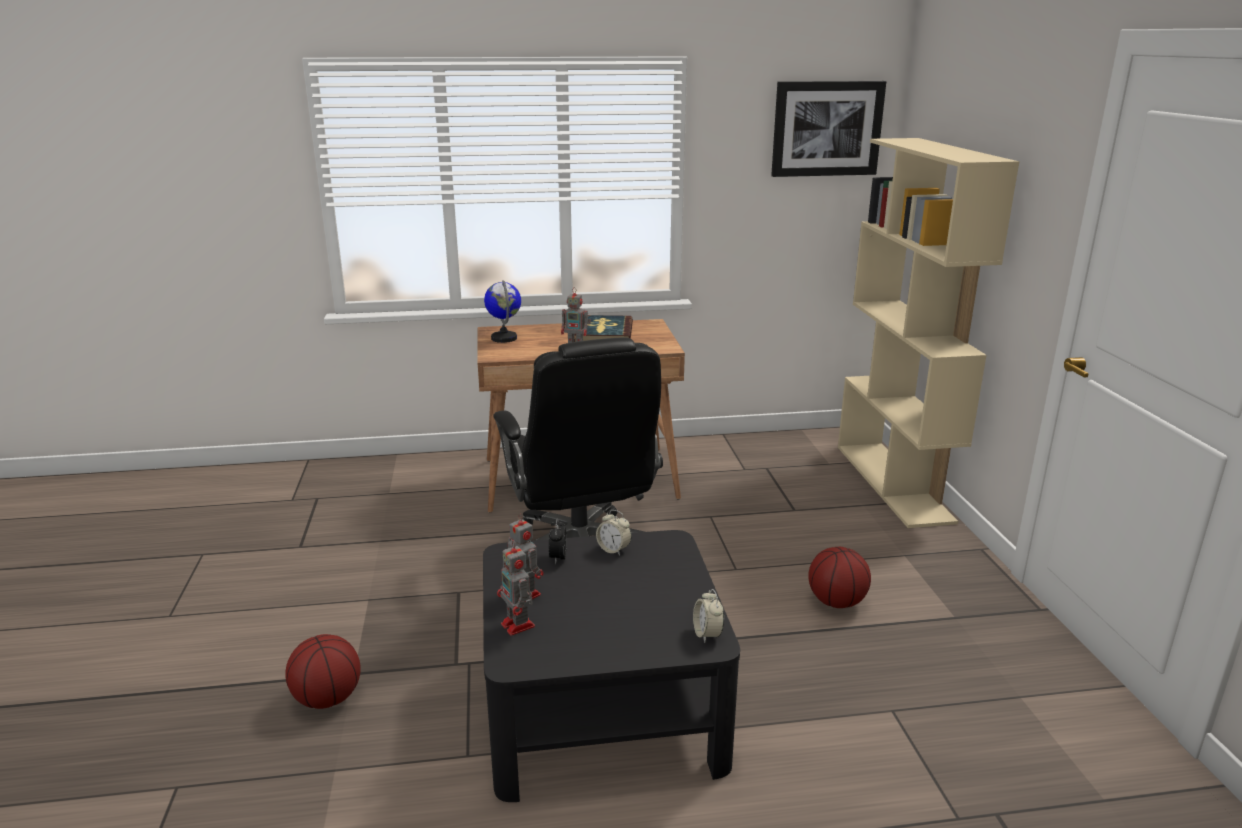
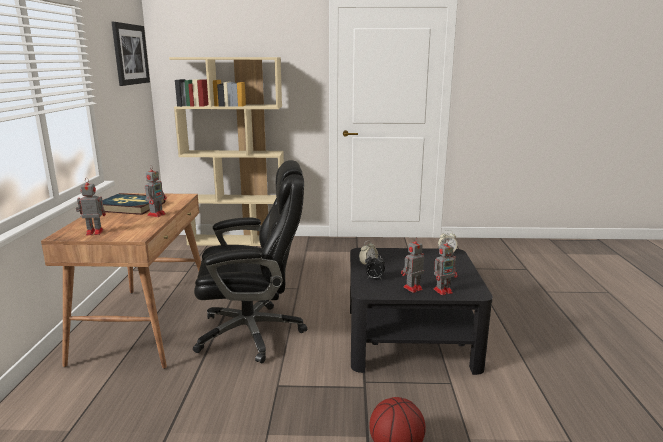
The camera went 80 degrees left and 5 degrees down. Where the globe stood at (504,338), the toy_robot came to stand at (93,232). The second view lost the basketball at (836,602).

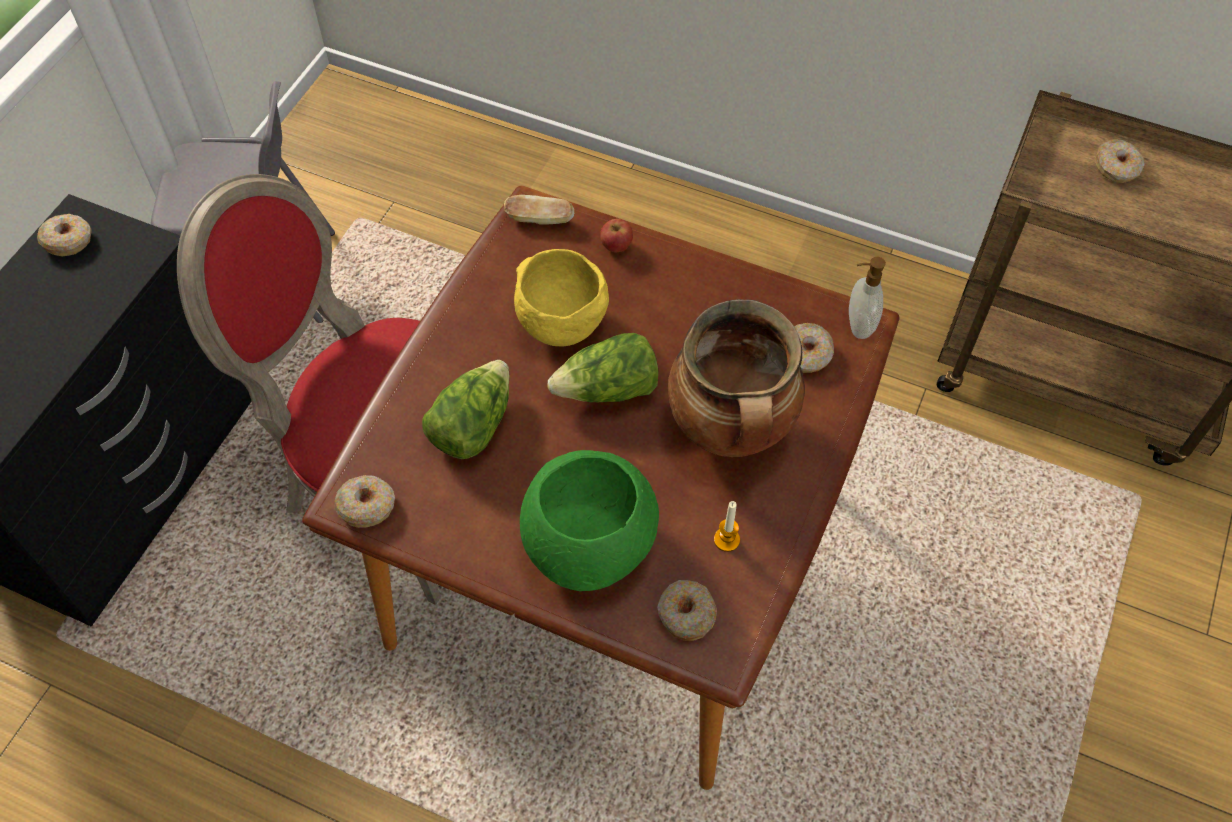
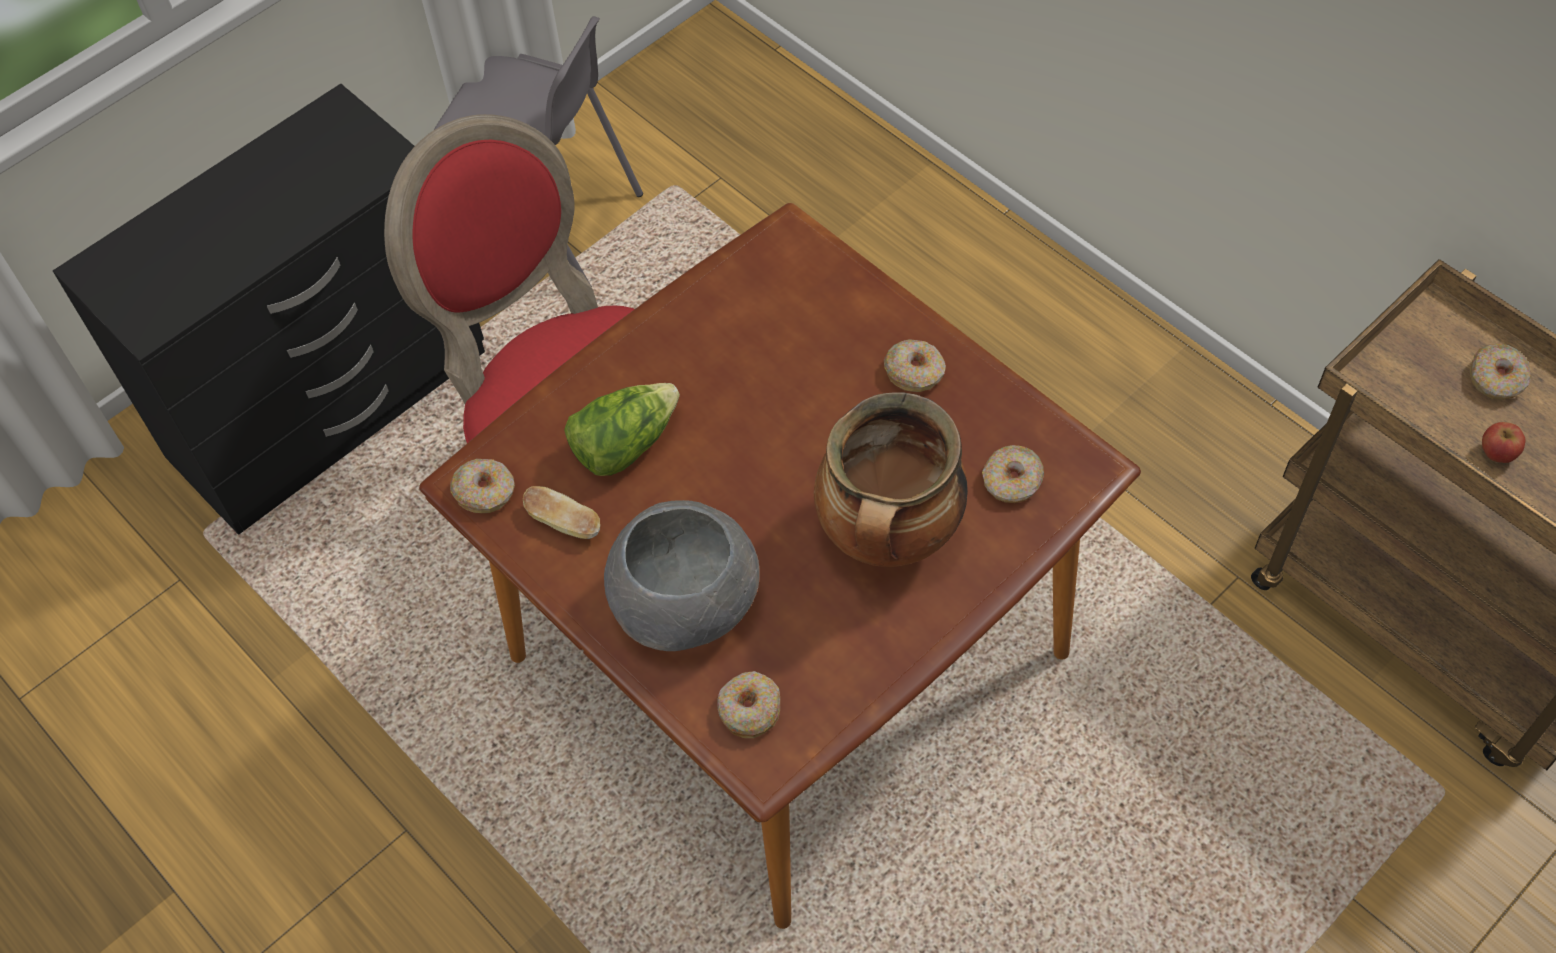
The camera went 25 degrees right and 0 degrees up. The donut ended up elsewhere, having gone from (69,240) to (915,372). The bread ended up elsewhere, having gone from (539,219) to (564,522). The second view lost the yellow_bowl at (559,323). What was the green_bowl at (590,542) turned into the grey_bowl at (687,603). The second view lost the lettuce at (608,390). The apple ended up elsewhere, having gone from (616,246) to (1497,453). The second view lost the candle at (726,540). The second view lost the soap_dispenser at (858,325).

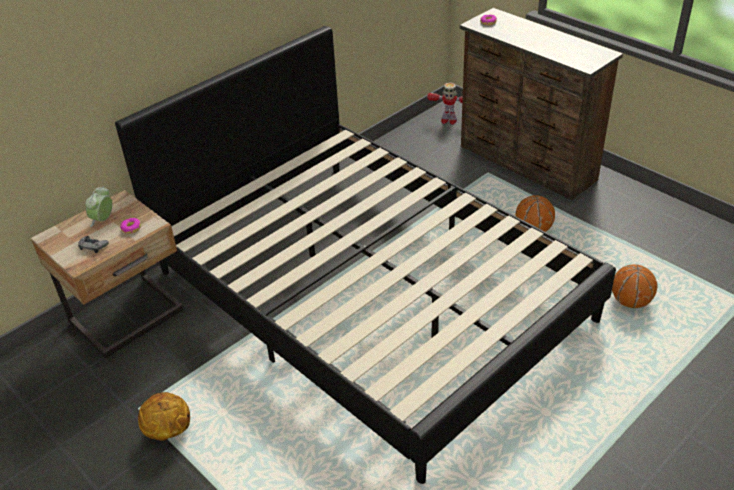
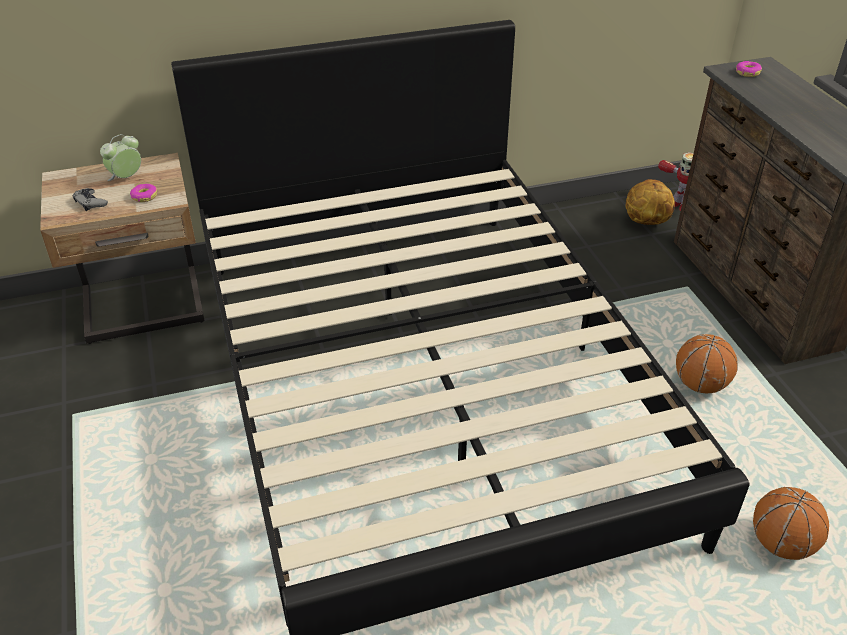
The camera went 25 degrees right and 0 degrees up. The basketball ended up elsewhere, having gone from (168,431) to (645,222).

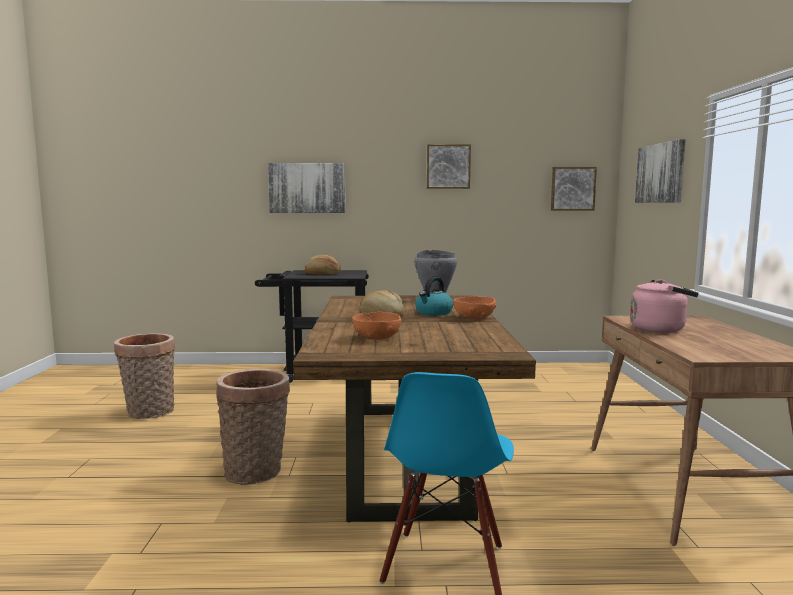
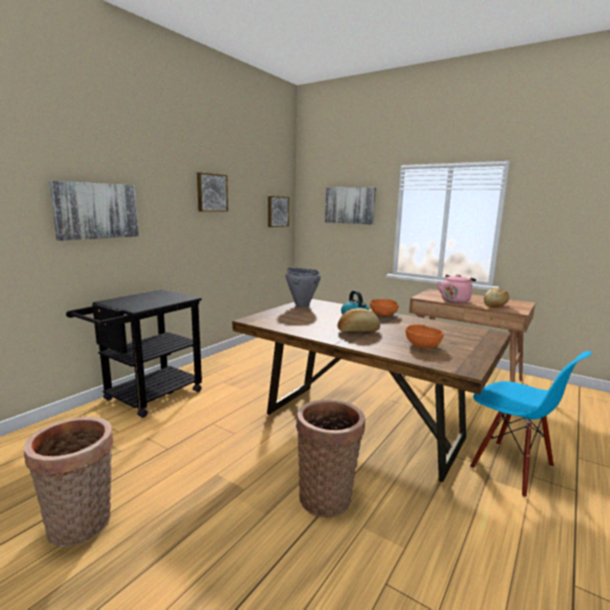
The camera went 55 degrees left and 5 degrees up. The bread ended up elsewhere, having gone from (322,274) to (494,305).

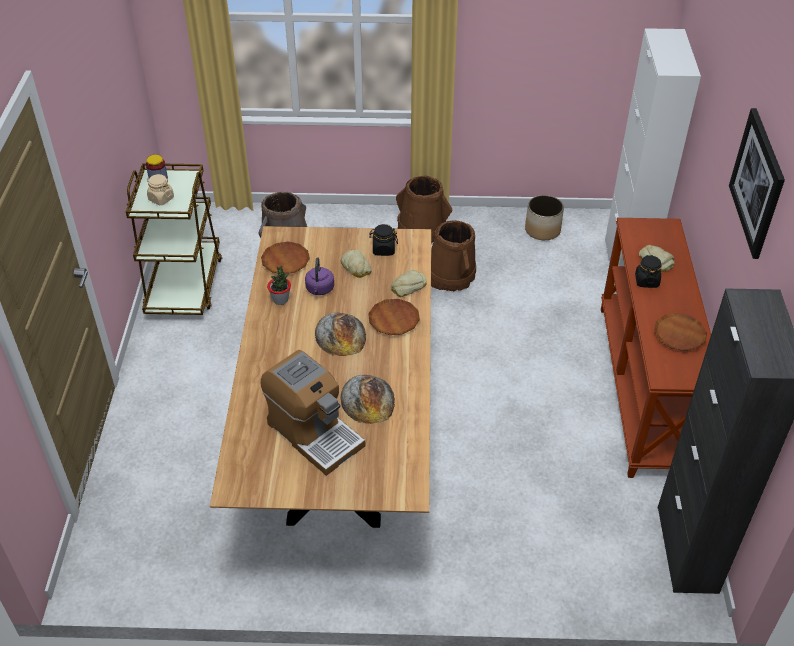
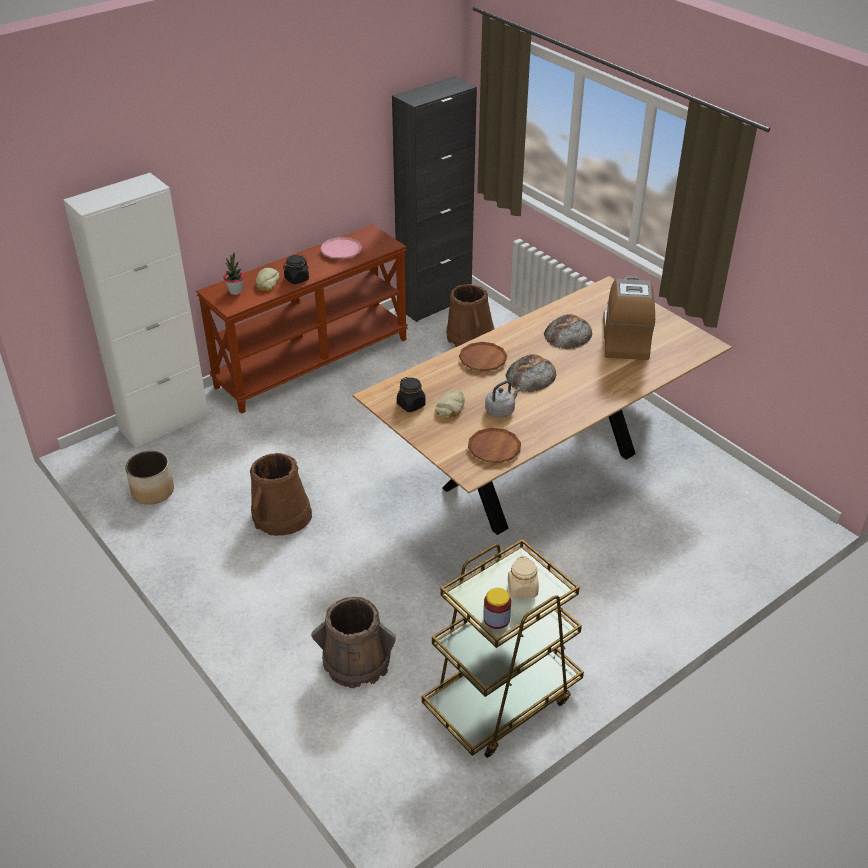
The camera went 130 degrees left and 5 degrees down. The potted_plant ended up elsewhere, having gone from (280,300) to (236,291). What was the purple_kettle at (319,290) turned into the grey_kettle at (501,410). The second view lost the bread at (407,286). The brown_bucket ended up elsewhere, having gone from (422,230) to (470,337). What was the brown_plate at (679,335) turned into the pink_plate at (341,251). The second view lost the picture at (758,183).

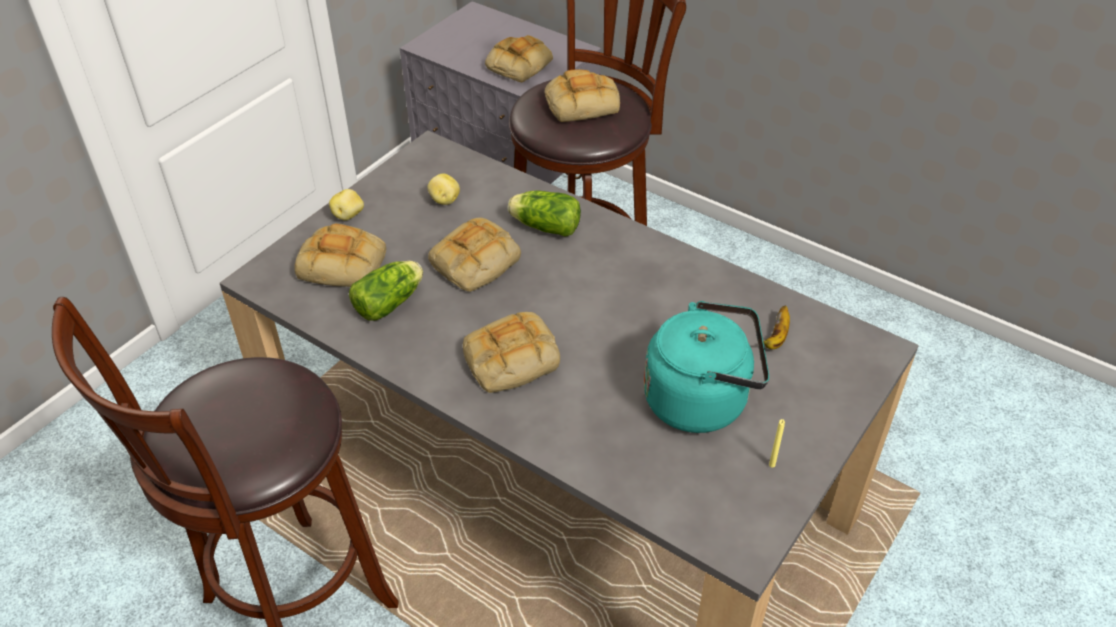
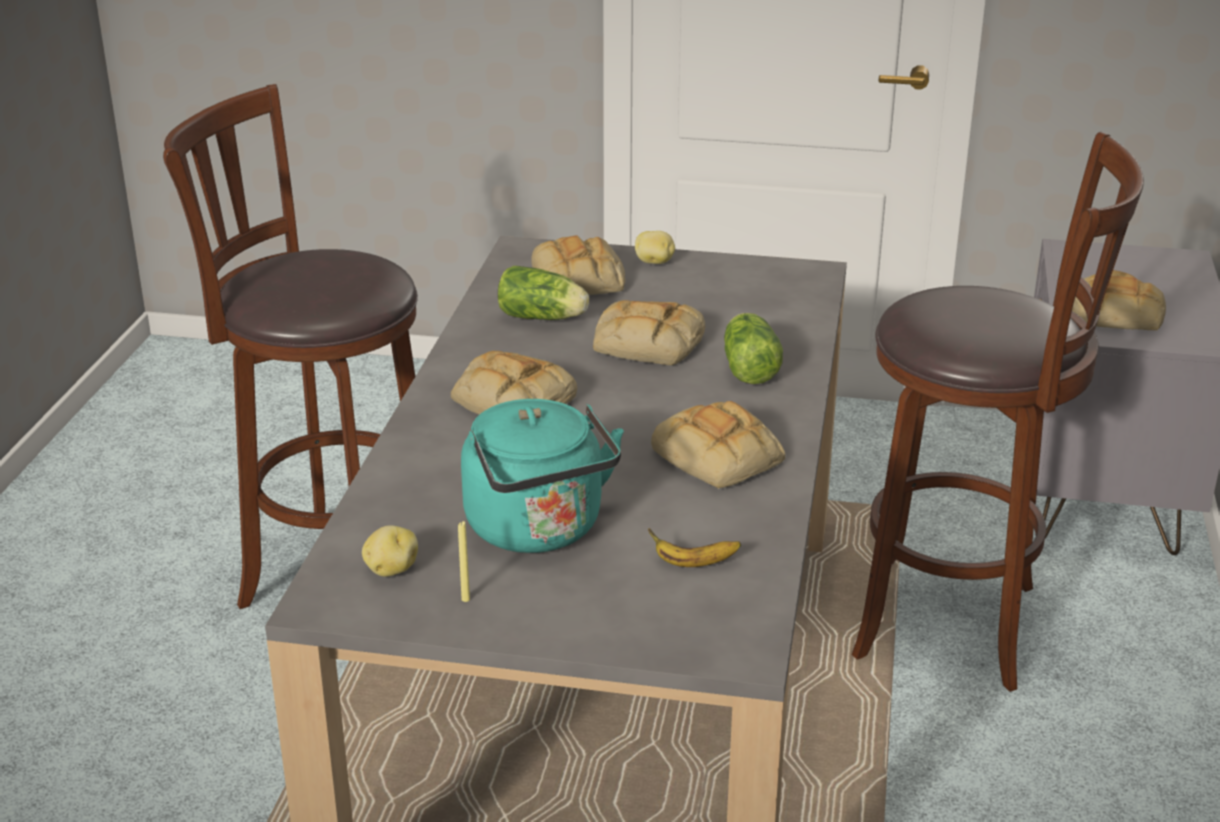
The camera went 65 degrees right and 15 degrees down. The potato ended up elsewhere, having gone from (444,200) to (391,569). The bread ended up elsewhere, having gone from (582,103) to (721,457).

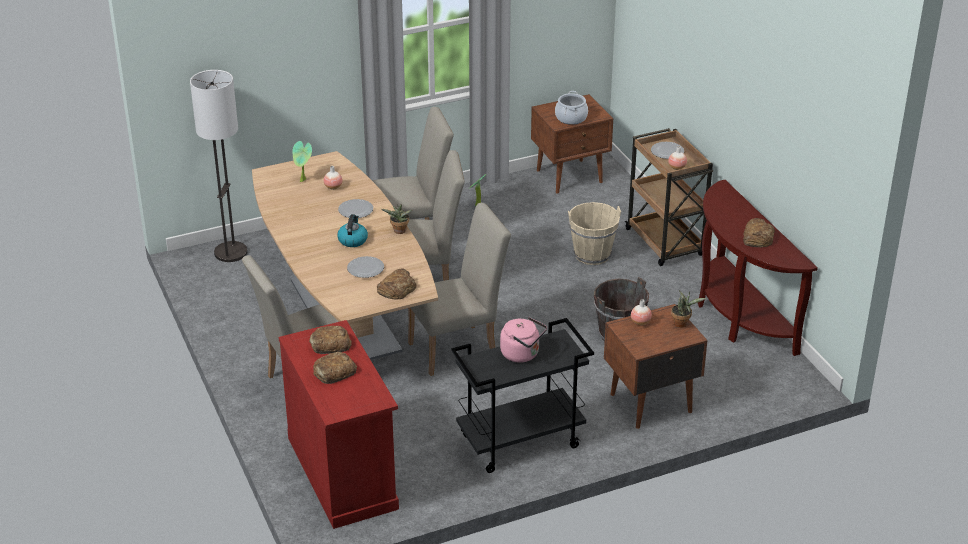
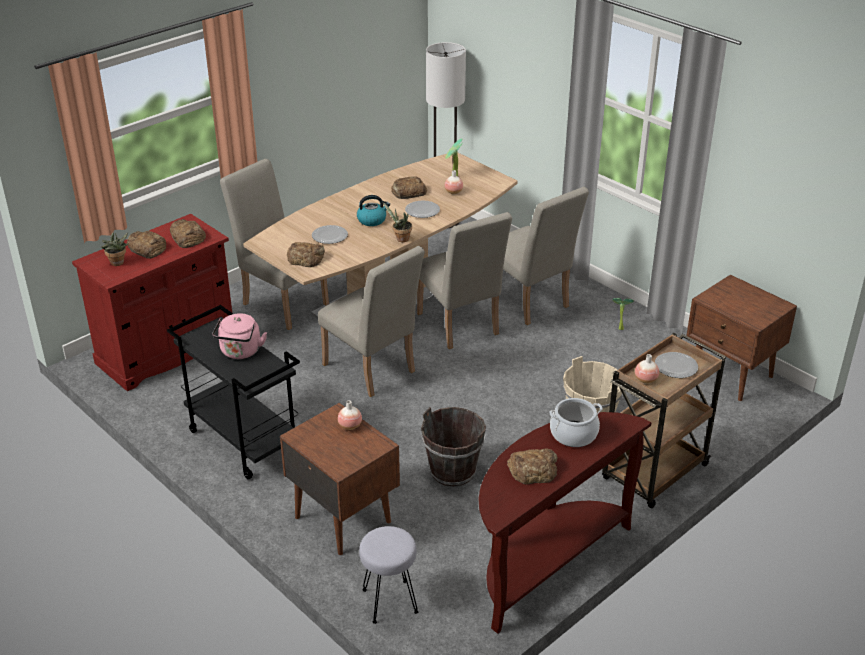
The camera went 70 degrees right and 0 degrees up. The cooking_pot ended up elsewhere, having gone from (571,118) to (573,434). The potted_plant ended up elsewhere, having gone from (682,323) to (118,263). The second view gained the grey_stool at (389,601). The second view gained the bread at (408,192).

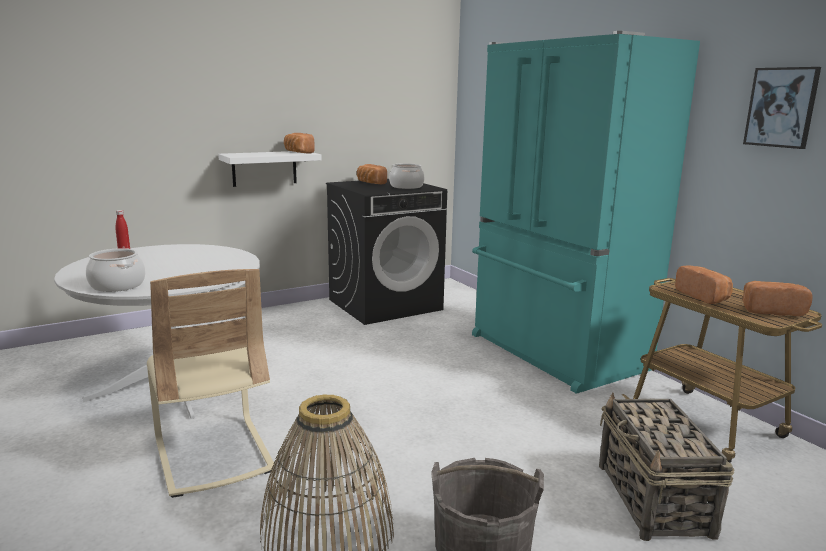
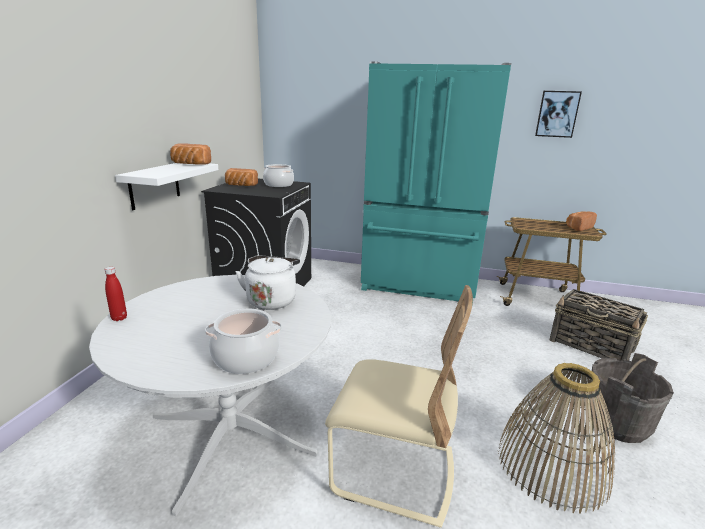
The camera went 45 degrees left and 5 degrees up. The second view lost the bread at (704,296). The second view gained the white_kettle at (272,300).

